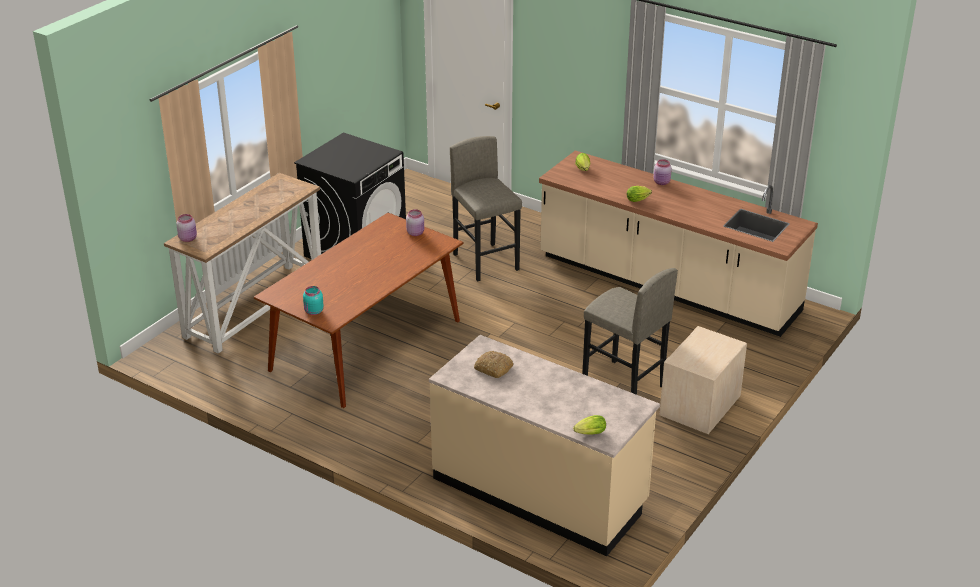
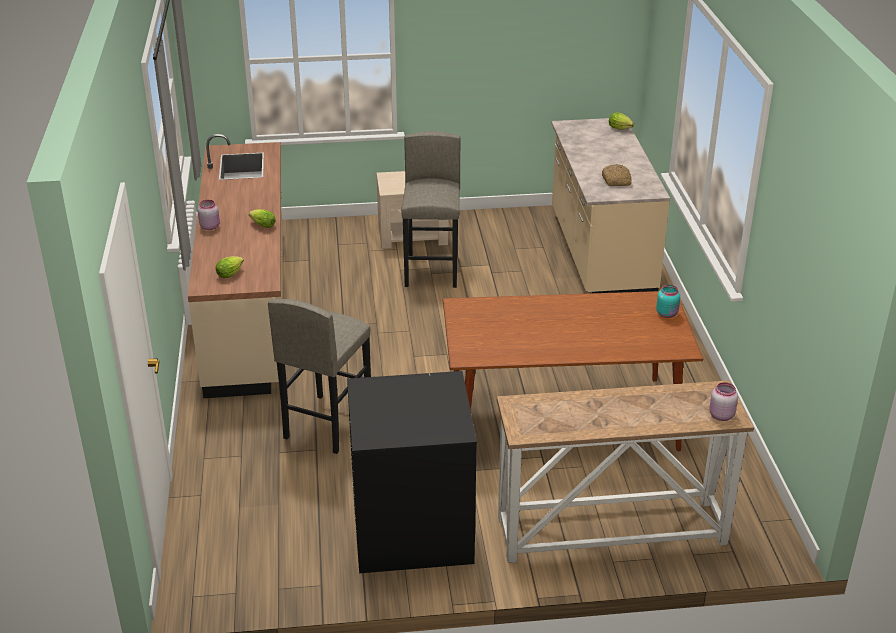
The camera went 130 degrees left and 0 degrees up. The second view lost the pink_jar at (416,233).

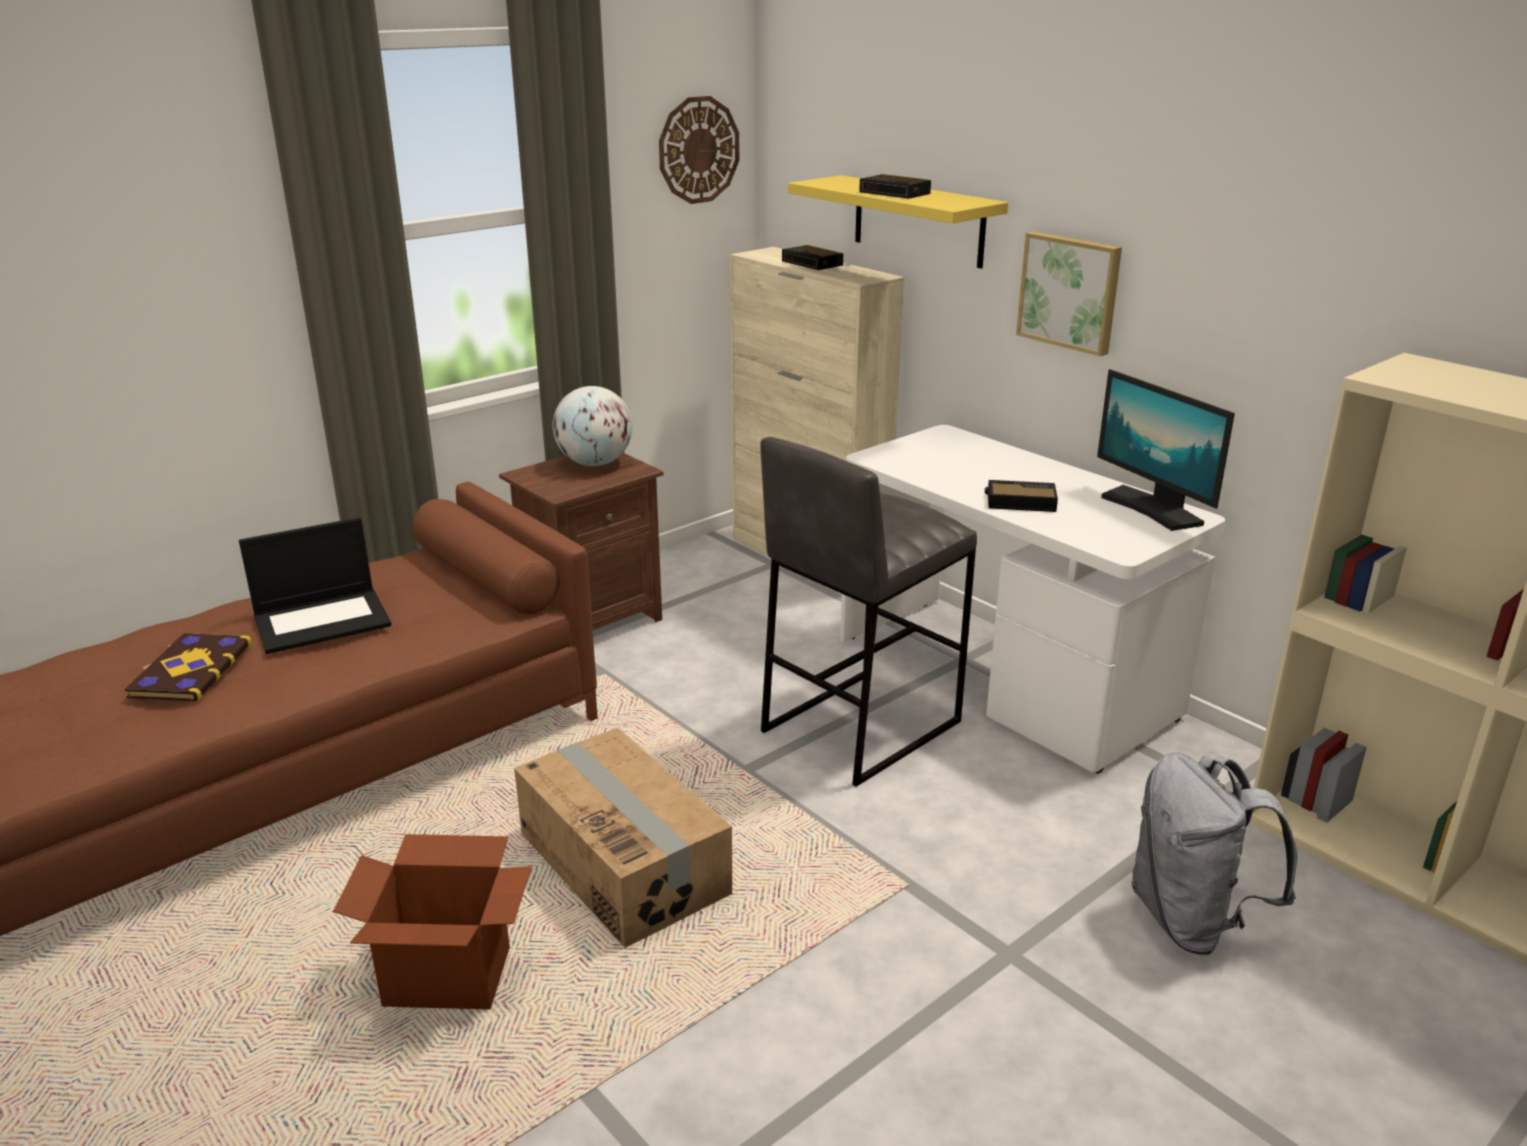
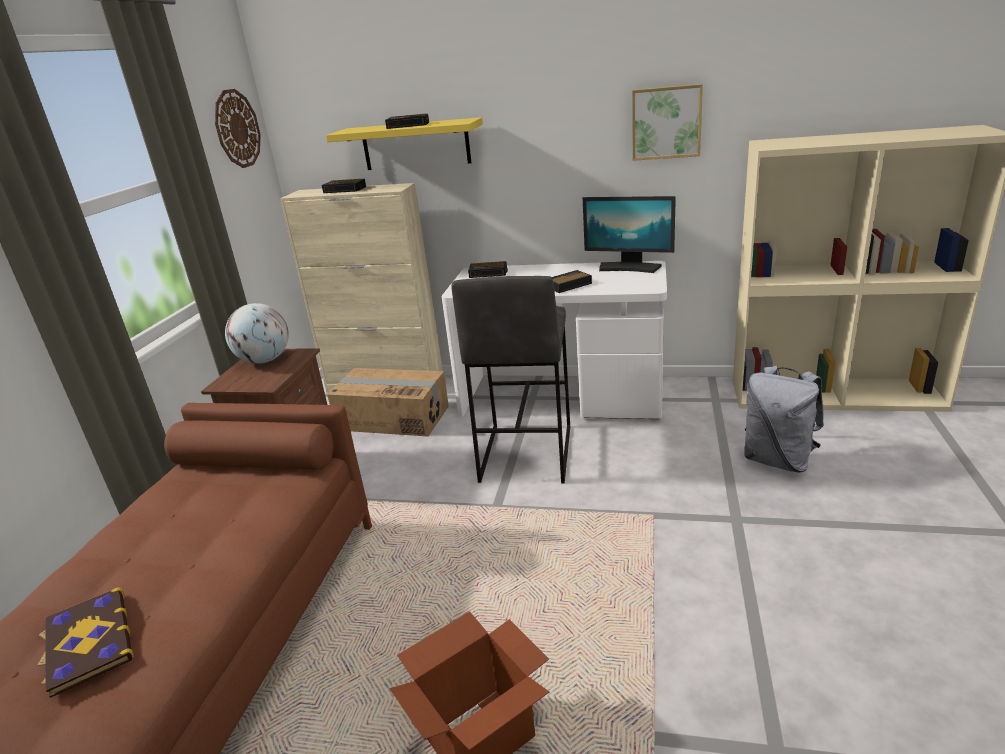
The camera went 35 degrees left and 0 degrees up. The second view lost the laptop at (323,620). The cardboard_box ended up elsewhere, having gone from (624,863) to (393,417). The picture ended up elsewhere, having gone from (1070,292) to (666,122). The second view gained the alarm_clock at (489,273).

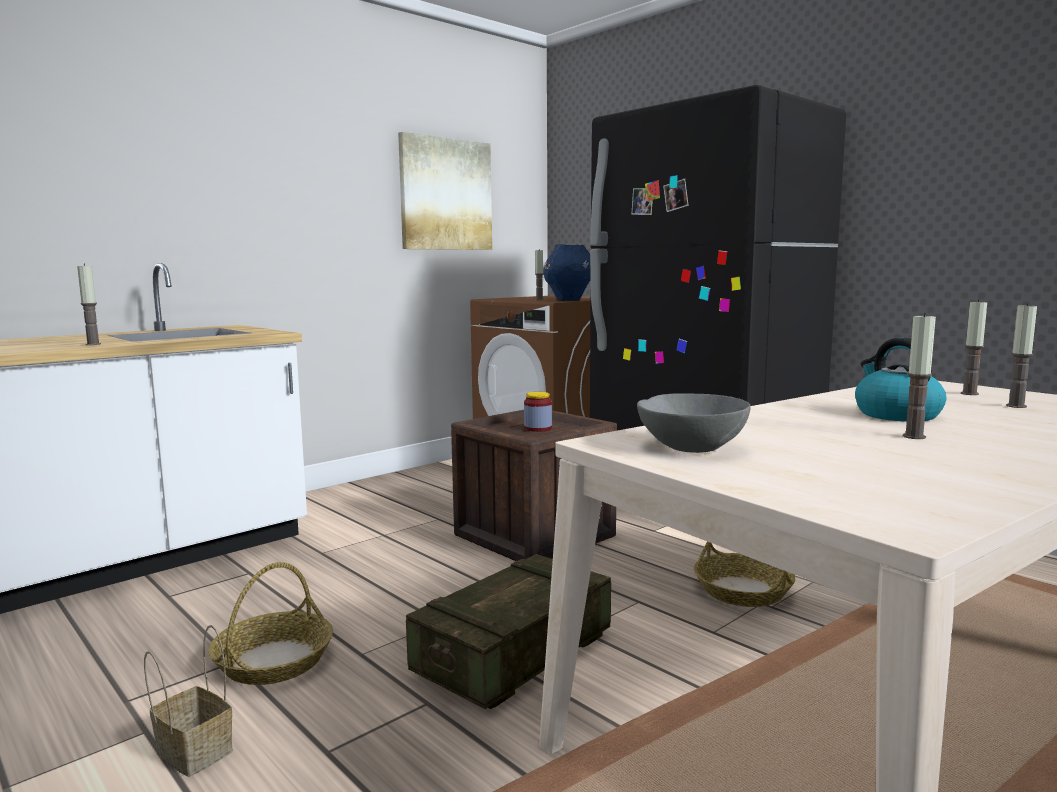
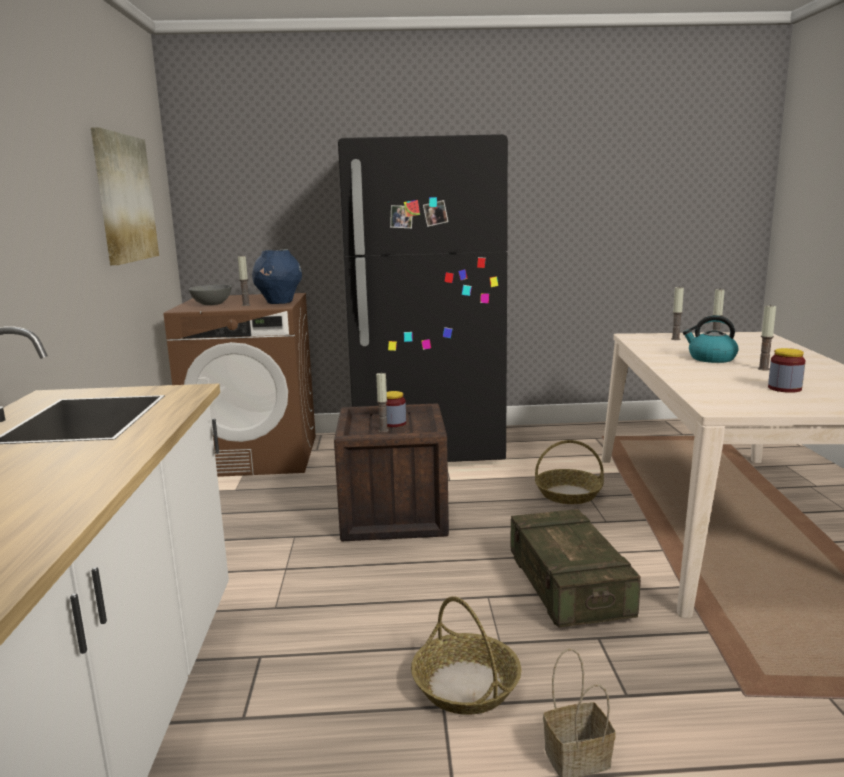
The camera went 50 degrees left and 5 degrees up. The candle ended up elsewhere, having gone from (93,344) to (383,430). The grey_bowl ended up elsewhere, having gone from (691,447) to (212,304). The second view gained the jar at (784,388).

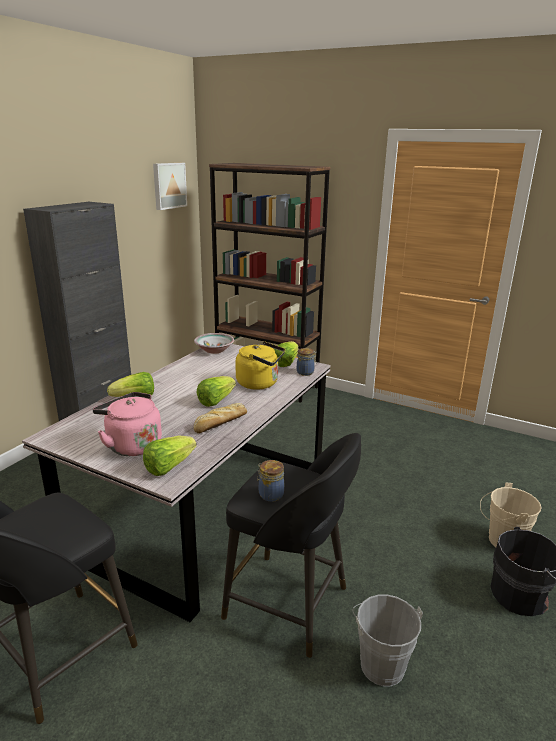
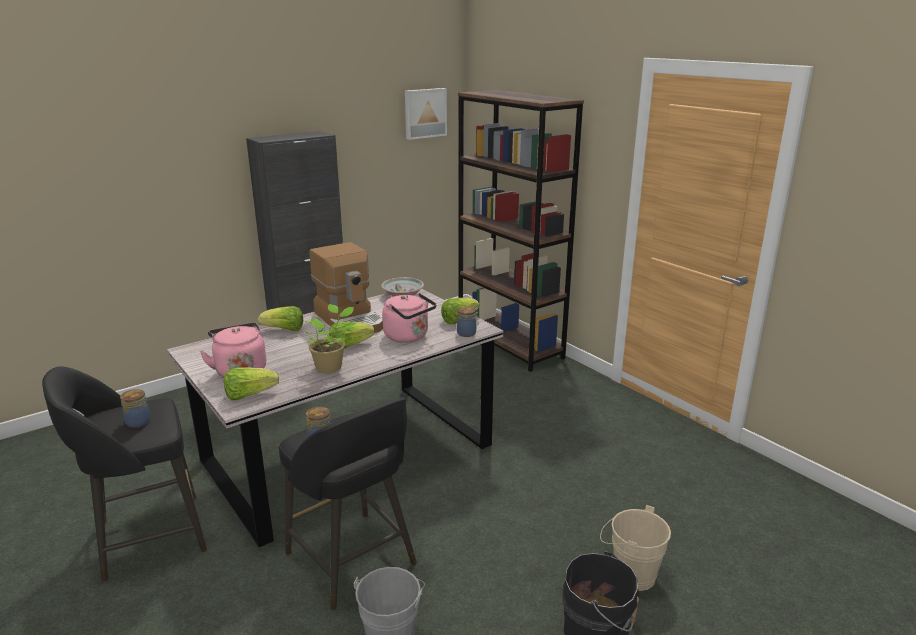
The camera went 25 degrees right and 0 degrees up. Where the bread stood at (220,423), the potted_plant came to stand at (330,367). What was the yellow_kettle at (260,383) turned into the pink_kettle at (408,337). The second view gained the jar at (137,421). The second view gained the coffee_machine at (350,320).

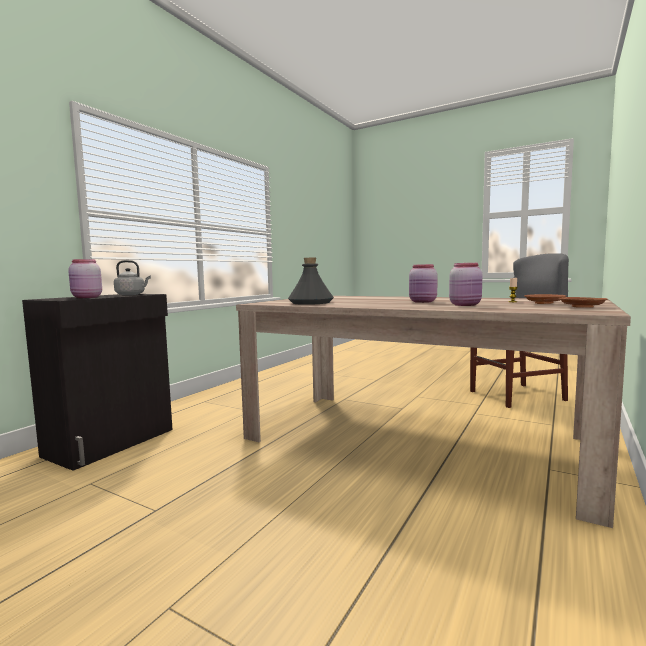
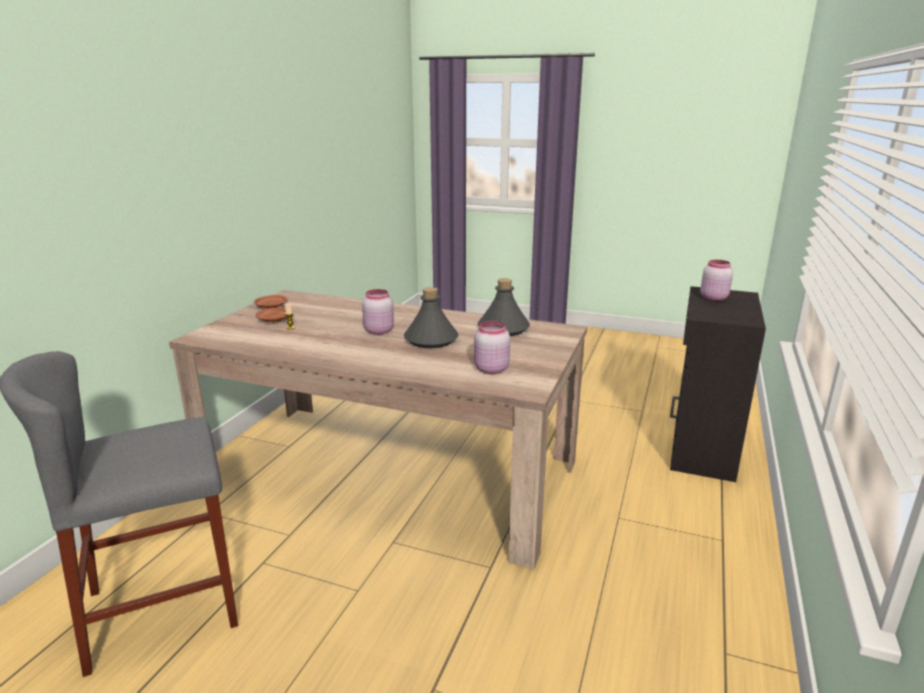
The camera went 170 degrees right and 15 degrees up. The second view lost the grey_kettle at (132,294). The pink_jar ended up elsewhere, having gone from (466,305) to (490,369). The second view gained the grey_bottle at (431,340).

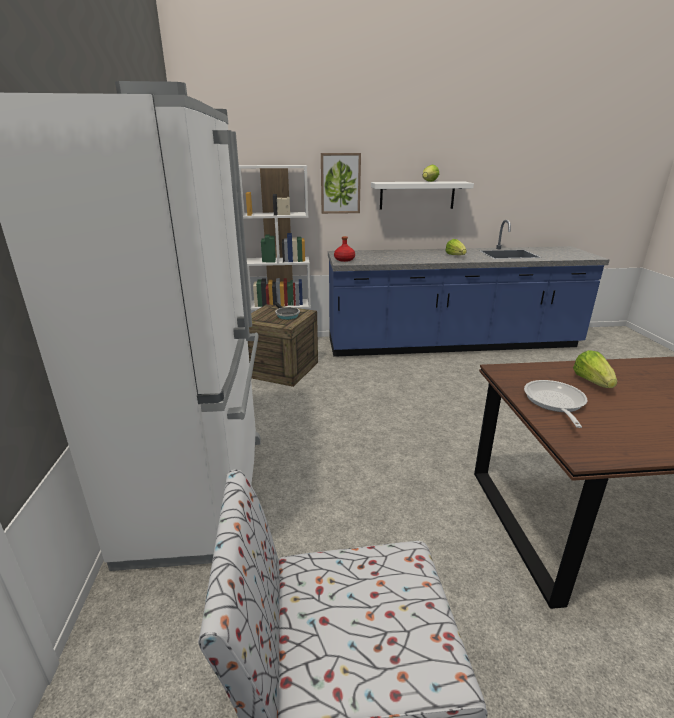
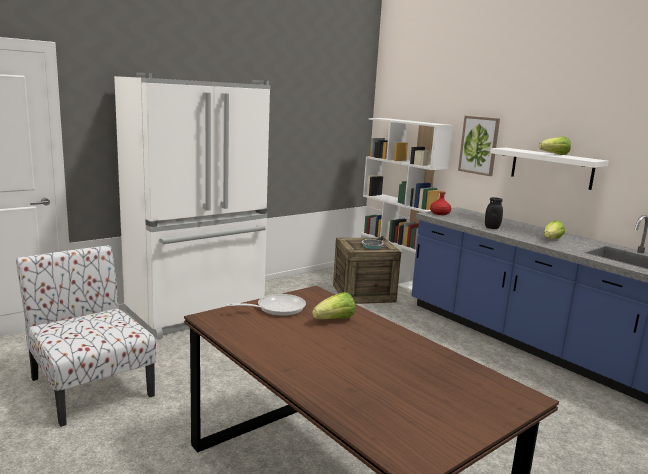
The camera went 55 degrees right and 10 degrees down. The second view gained the black_jar at (492,228).

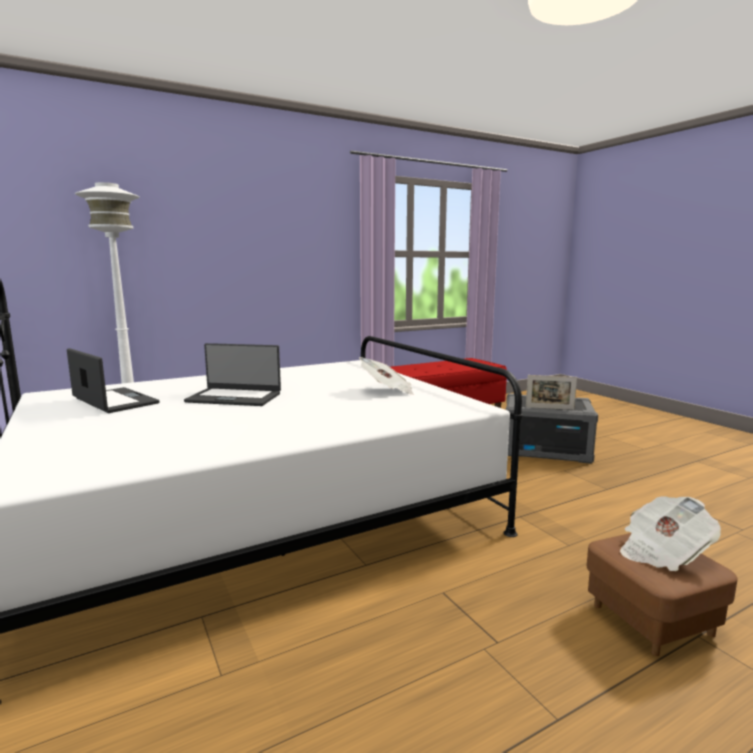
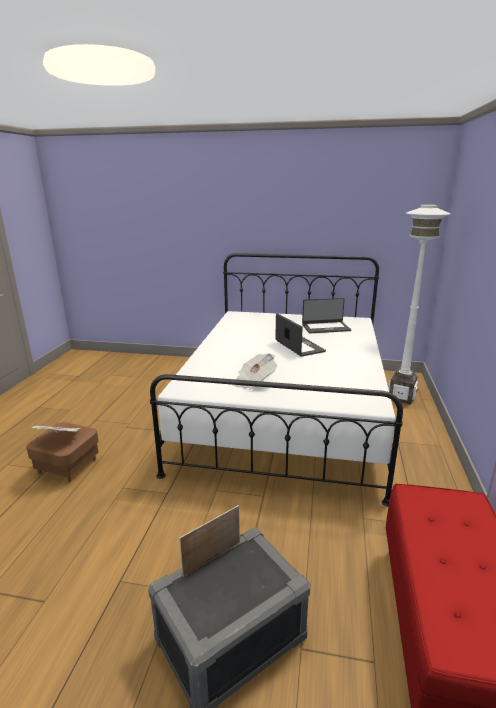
The camera went 130 degrees right and 10 degrees up. The laptop at (234,397) ended up facing another way, 105 degrees clockwise from before.

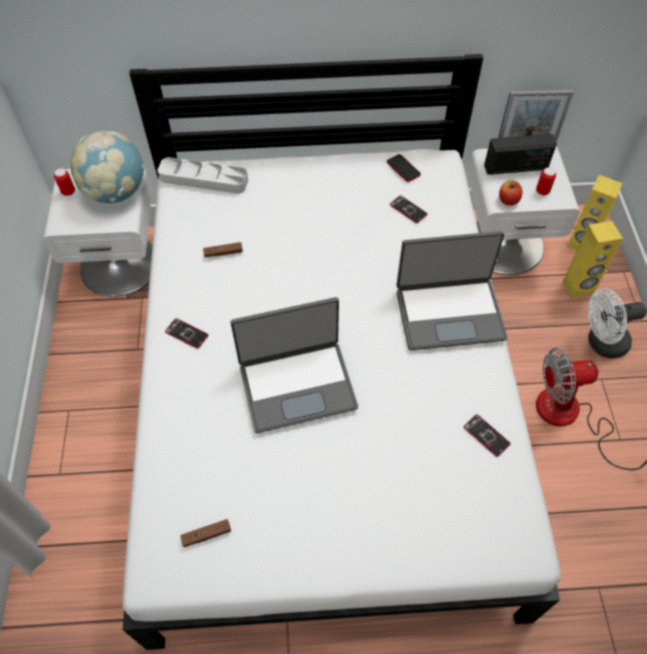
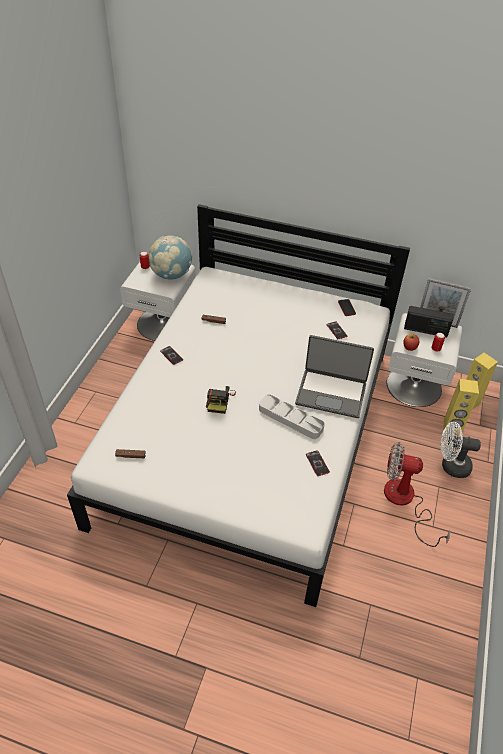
The camera went 20 degrees right and 10 degrees down. The grey_tray ended up elsewhere, having gone from (204,179) to (290,419). Where the laptop stood at (297,385), the photo_camera came to stand at (219,400).

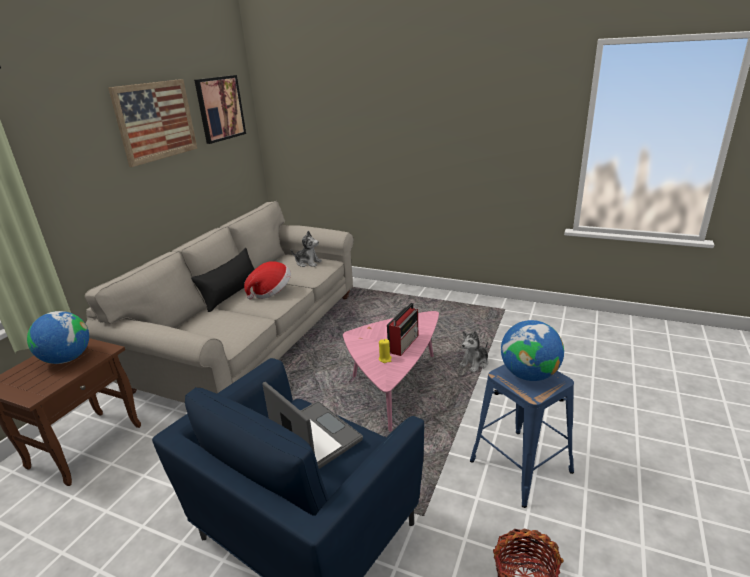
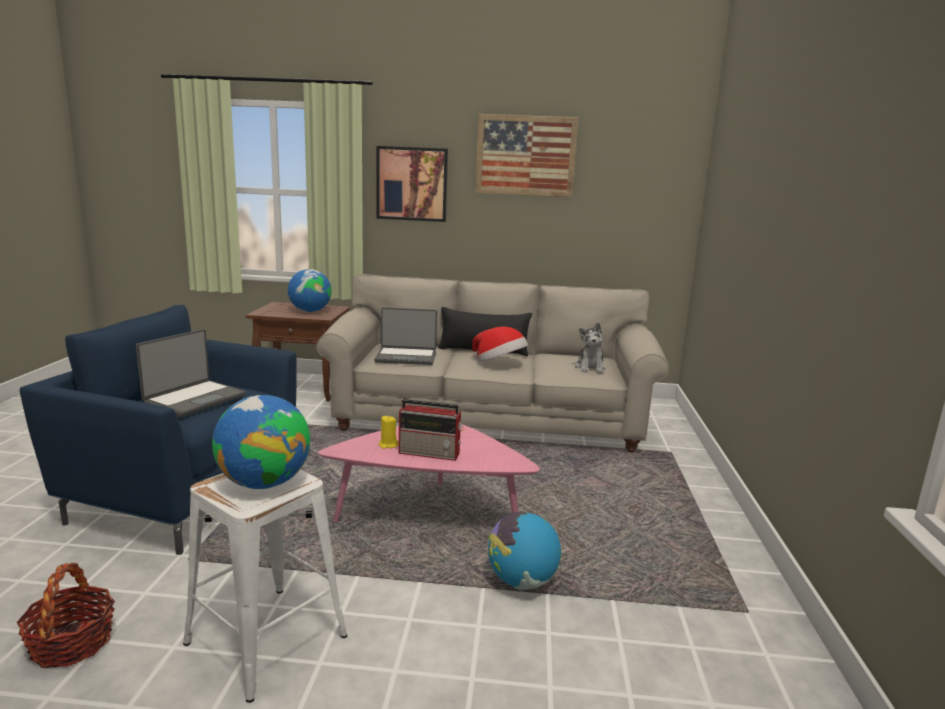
The camera went 70 degrees right and 10 degrees down. The picture ended up elsewhere, having gone from (220,108) to (412,184). Where the plush_toy stood at (474,363), the globe came to stand at (521,582). What was the blue_stool at (521,465) turned into the white_stool at (267,640). The second view gained the laptop at (406,357).

